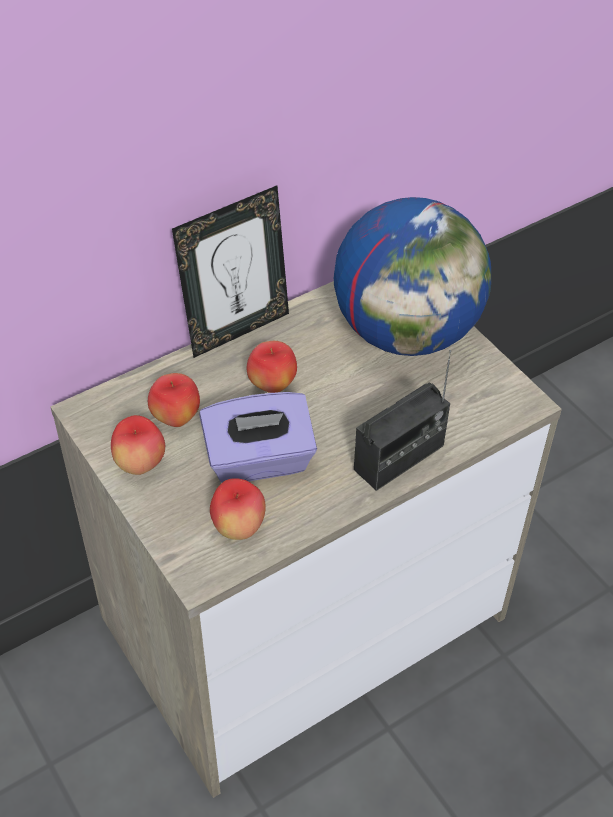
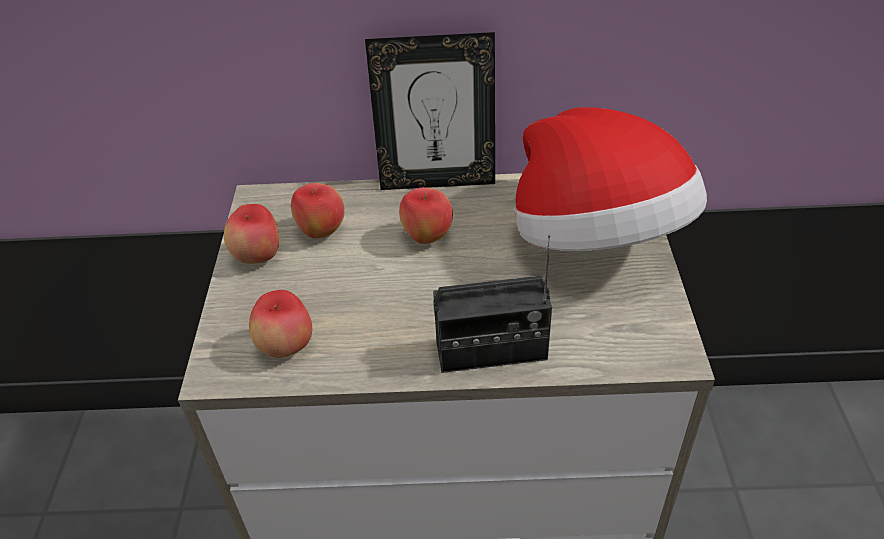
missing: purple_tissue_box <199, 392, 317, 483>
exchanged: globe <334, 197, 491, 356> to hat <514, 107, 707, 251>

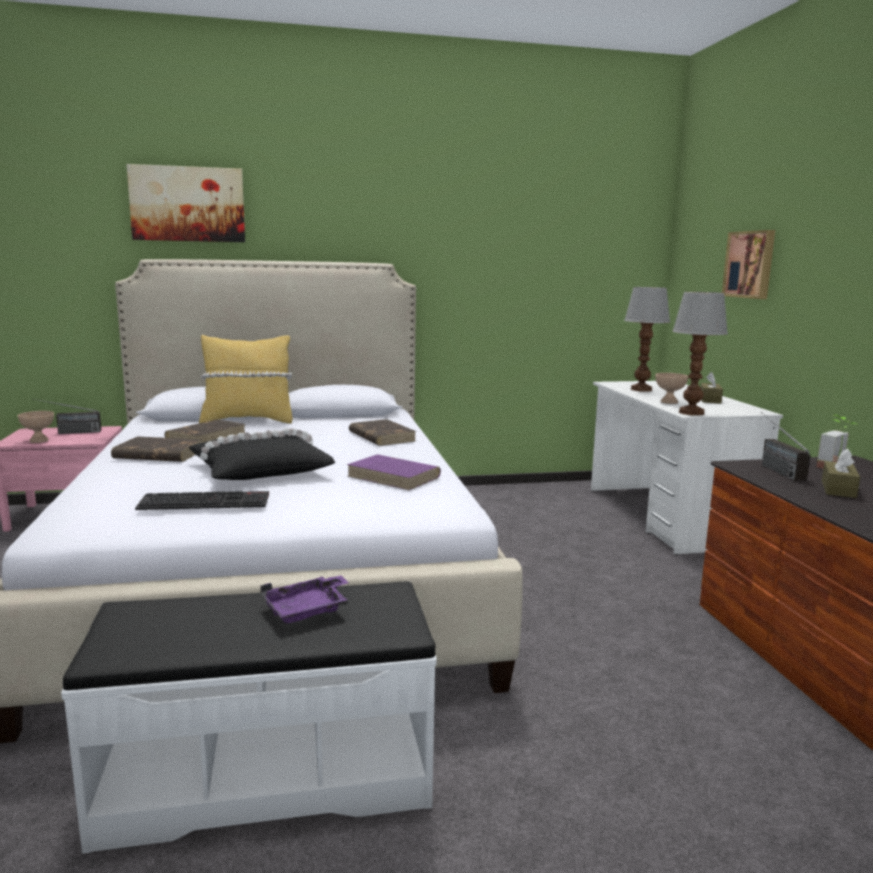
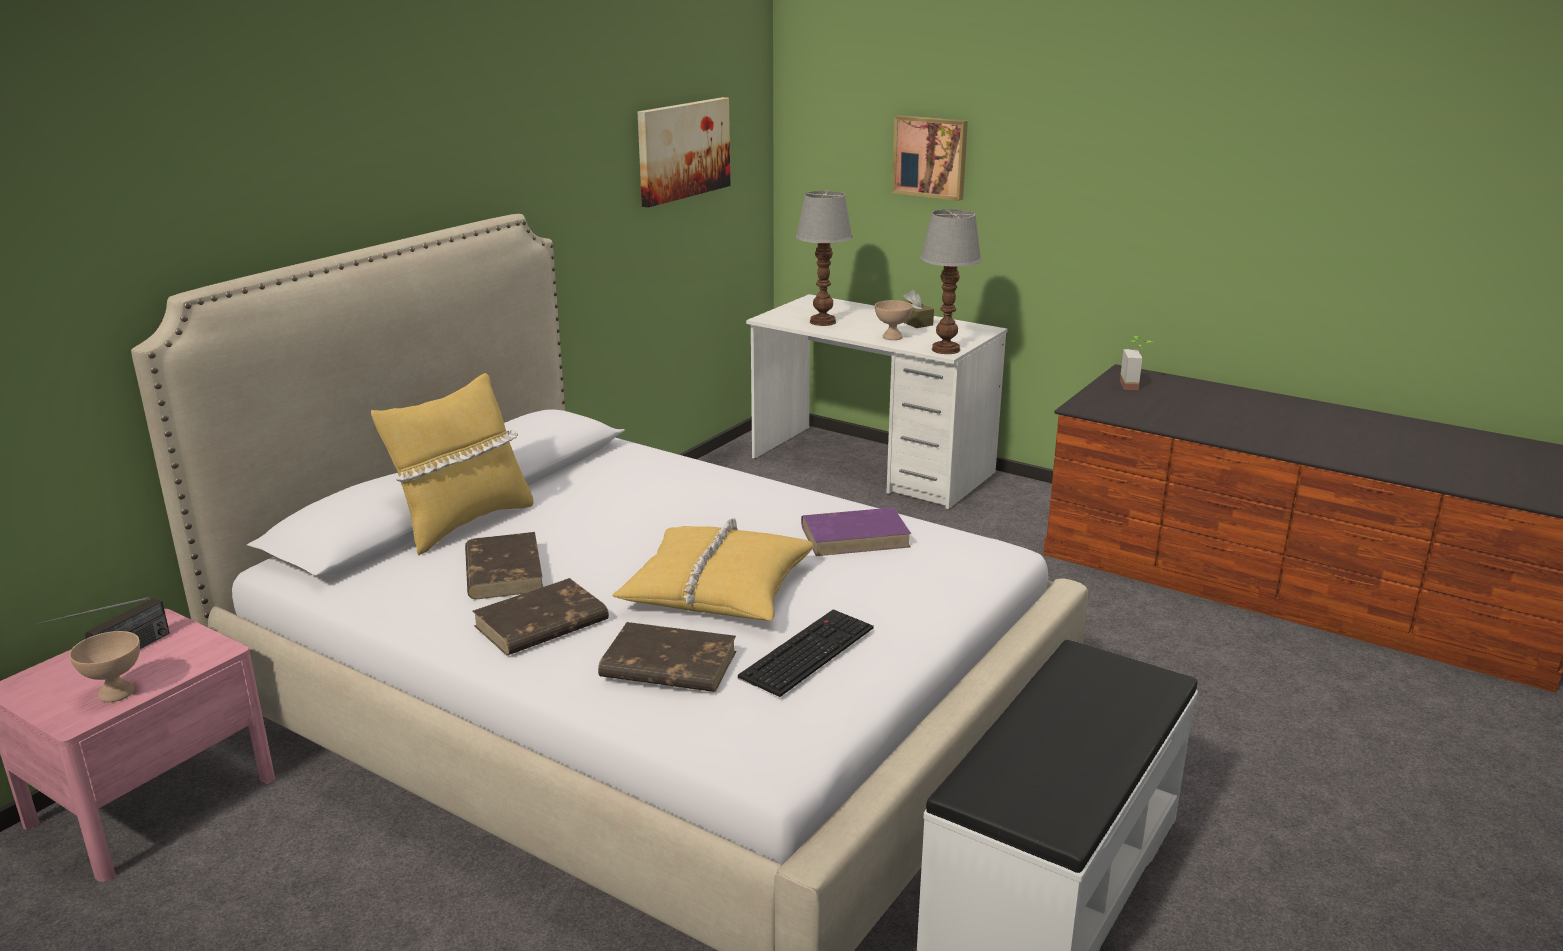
missing: purple_tray <260, 575, 349, 623>; radio <761, 412, 811, 481>; brown_tissue_box <822, 449, 860, 498>
relocated: picture <126, 164, 245, 242> to <638, 97, 730, 207>; brown_book <349, 419, 417, 446> to <598, 622, 736, 692>
colour: black_pillow <189, 428, 335, 480> to yellow_pillow <612, 517, 815, 621>

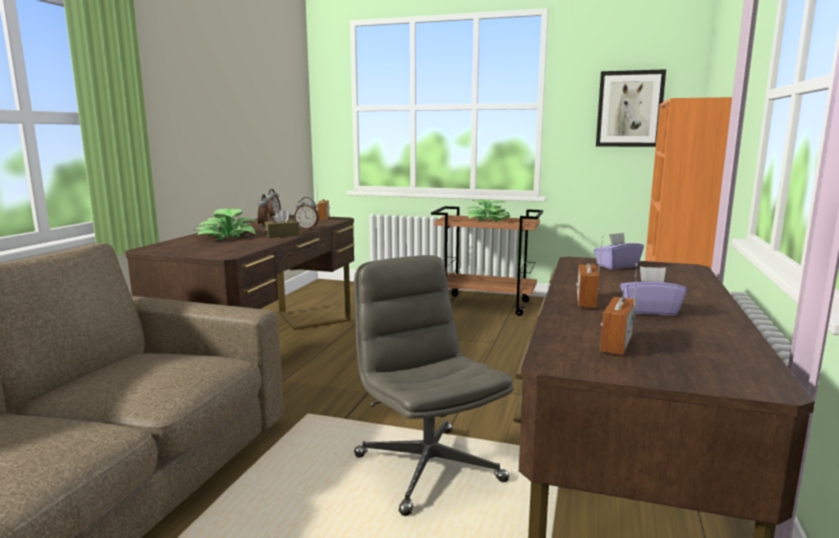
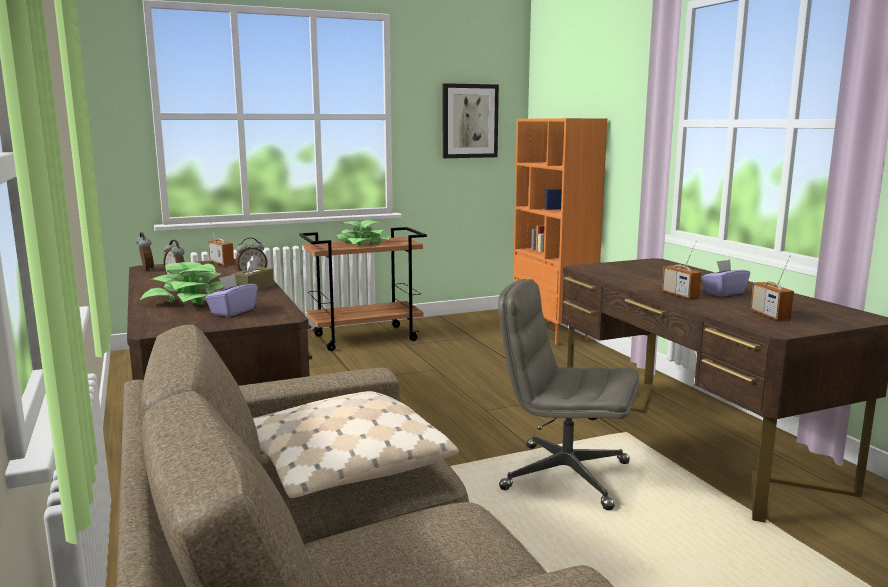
appeared: beige_pillow <253, 391, 459, 498>
relocated: purple_tissue_box <594, 233, 644, 269> to <205, 274, 258, 317>

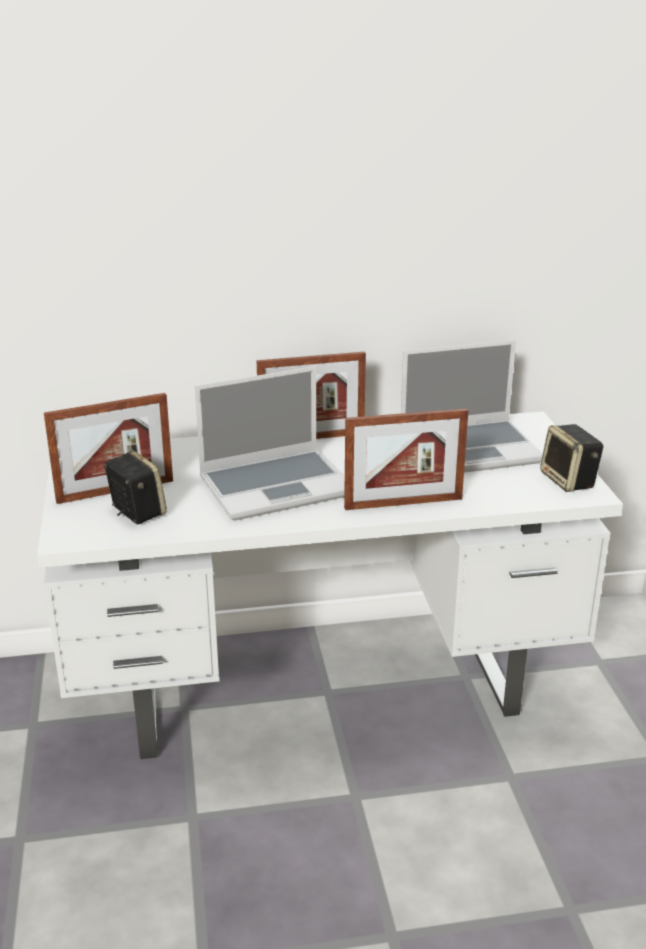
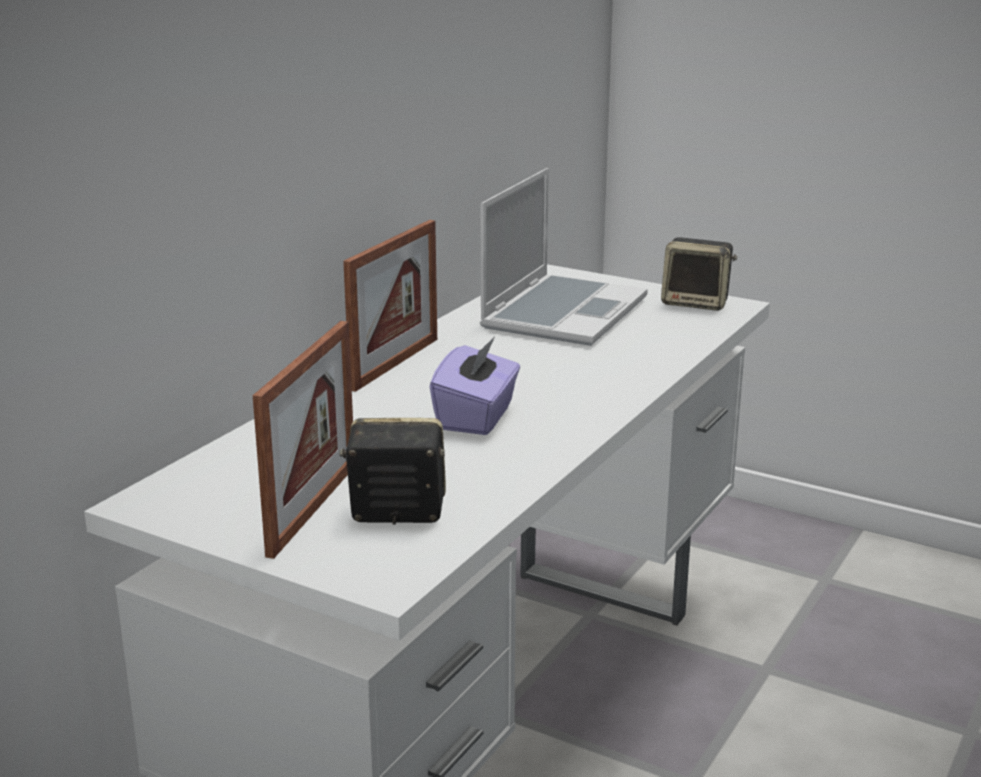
missing: picture_frame <344, 408, 468, 510>
exchanged: laptop <195, 366, 345, 521> to purple_tissue_box <430, 336, 520, 435>

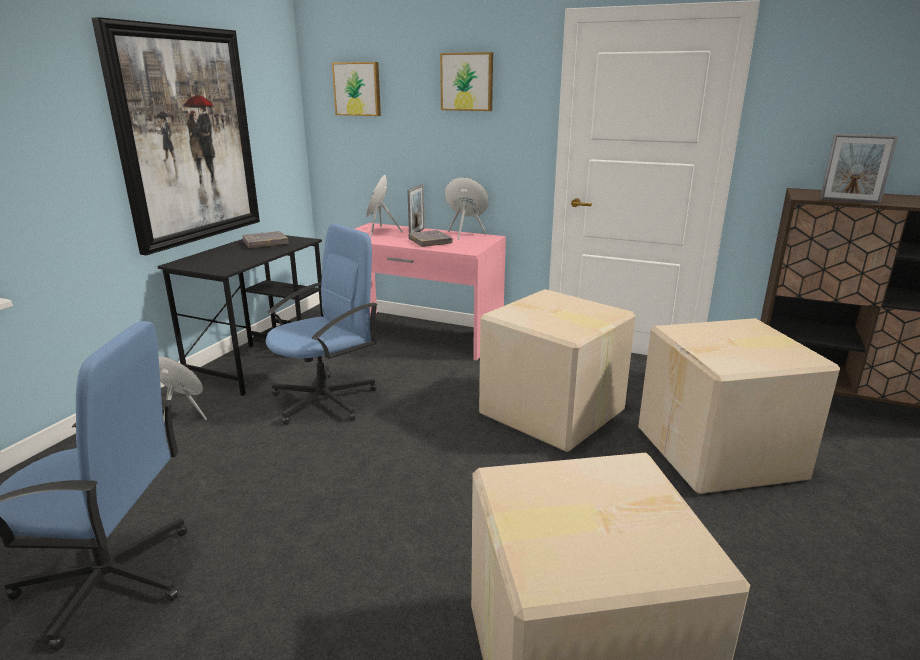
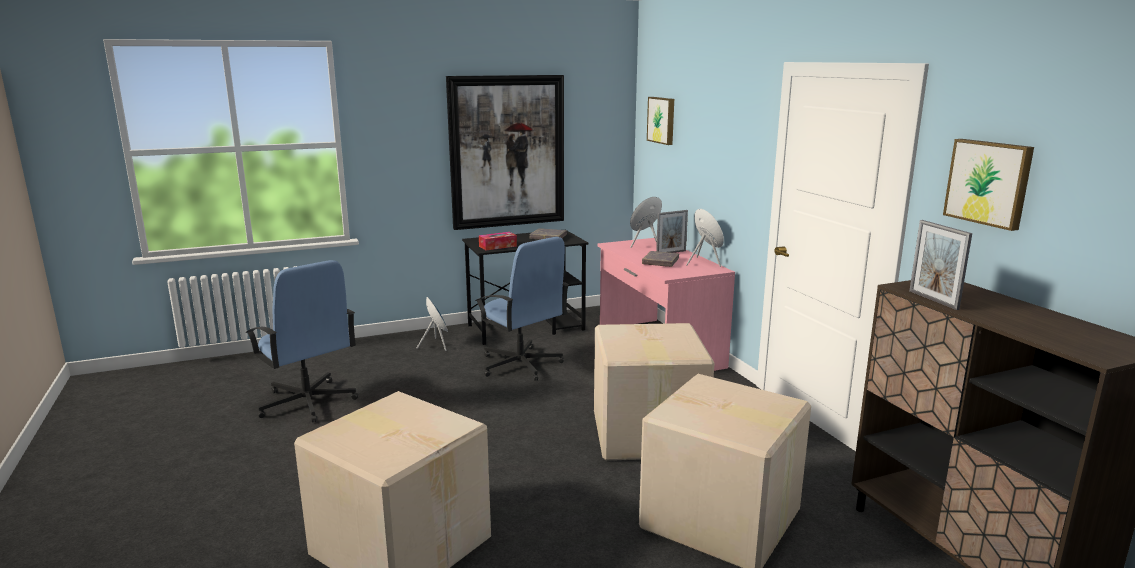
appeared: tissue_box <479, 232, 517, 250>
relocated: picture <440, 52, 493, 111> to <943, 139, 1034, 231>
spun: blue_office_chair <265, 223, 378, 425> = <475, 237, 569, 381> 45 degrees clockwise

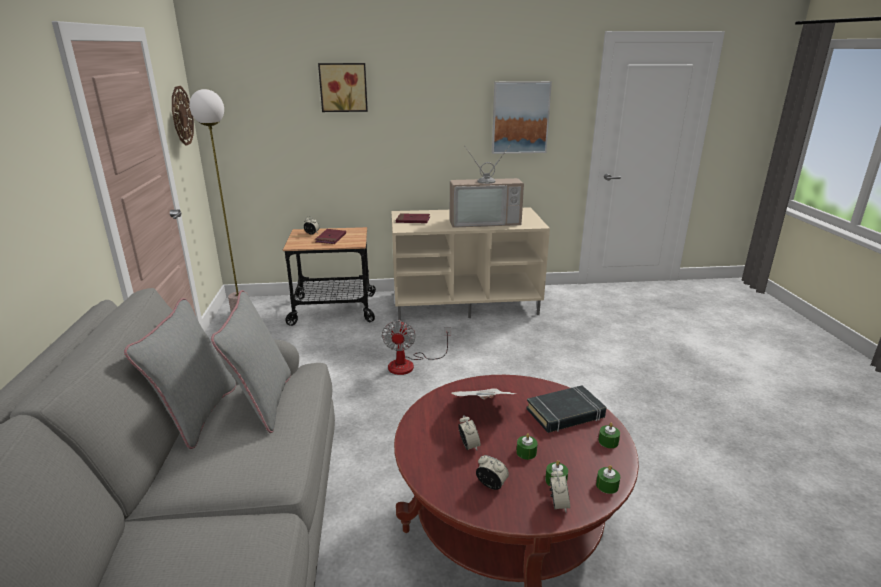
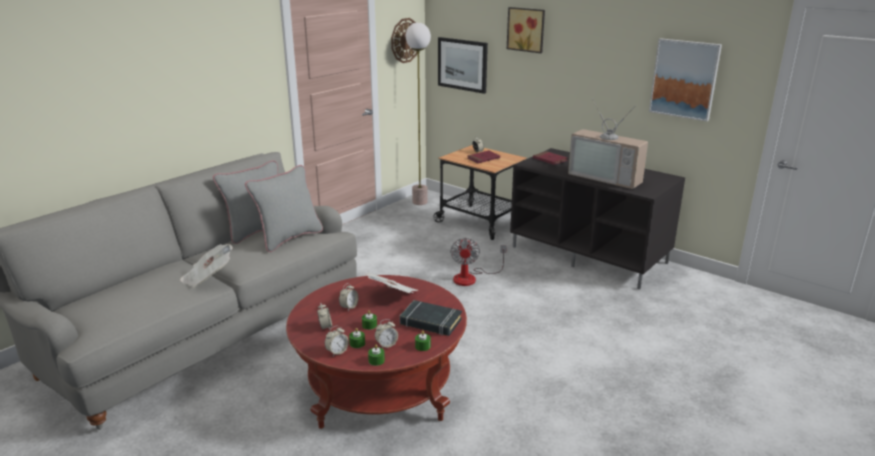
appeared: newspaper <180, 244, 233, 287>; alarm_clock <375, 319, 398, 348>; picture <438, 37, 488, 94>
colour: beige_tv_stand <391, 207, 550, 321> to black_tv_stand <510, 148, 685, 289>
spun: fan <381, 320, 451, 375> = <450, 238, 507, 286> 45 degrees counterclockwise

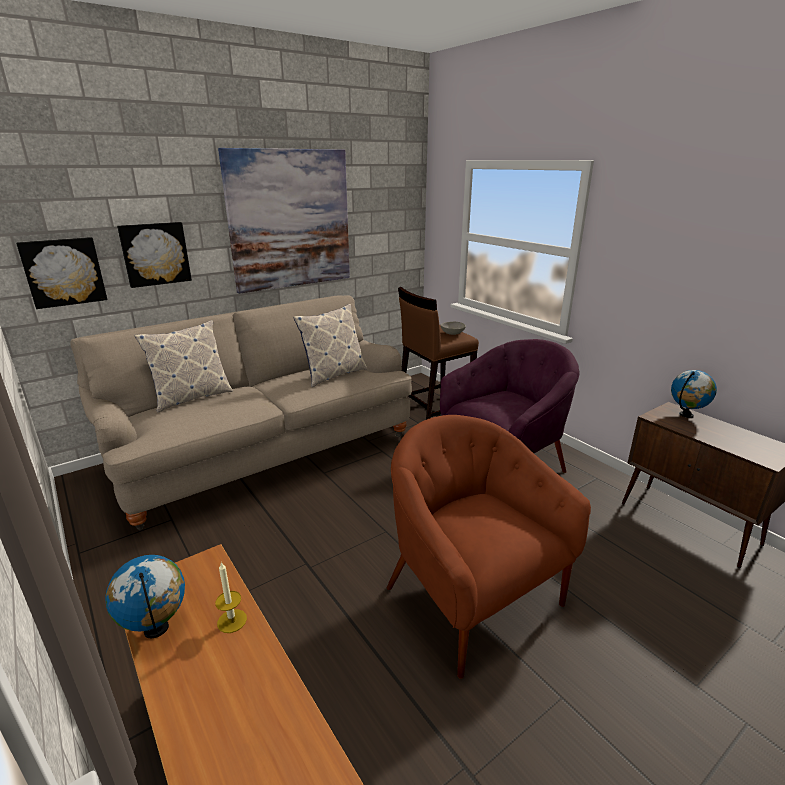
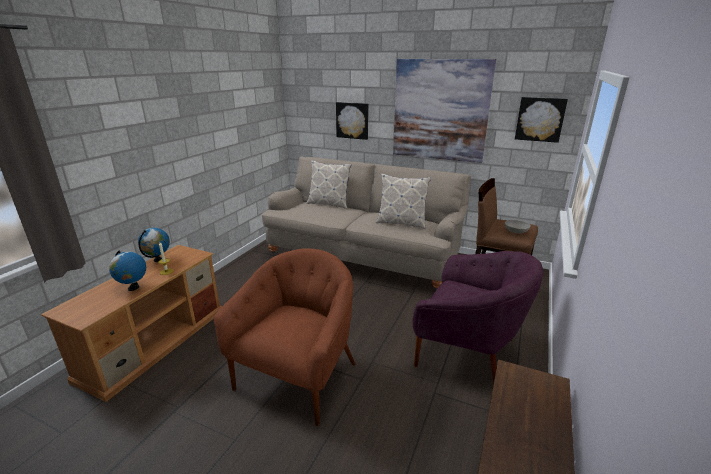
relocated: picture <16, 237, 107, 309> to <515, 97, 568, 143>; globe <671, 370, 717, 418> to <109, 250, 146, 291>

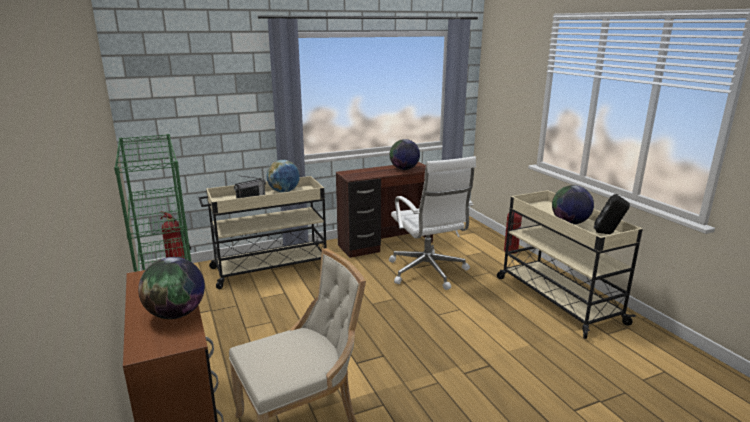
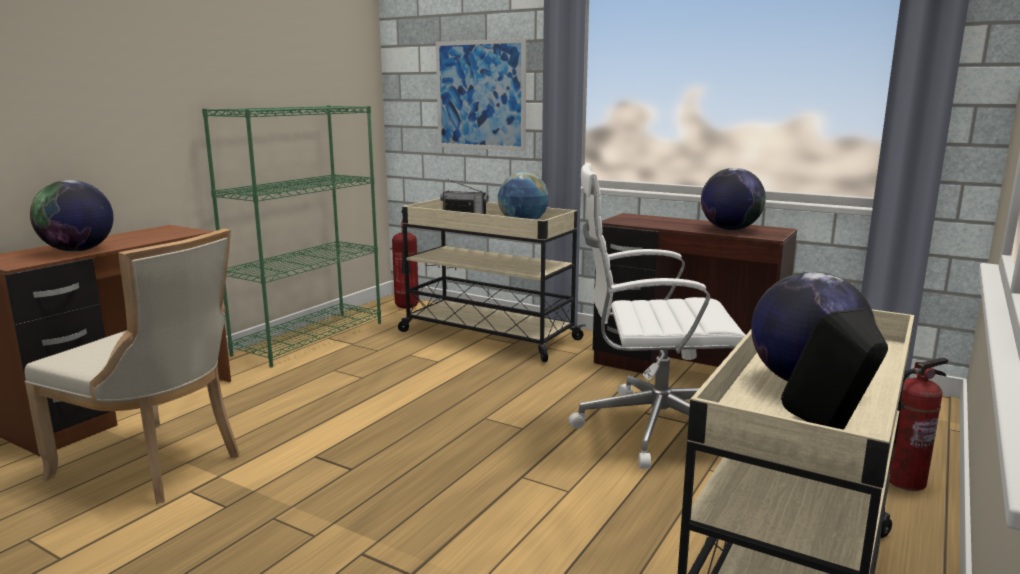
appeared: picture <436, 38, 526, 151>
spun: white_office_chair <389, 156, 476, 290> = <569, 163, 746, 469> 60 degrees clockwise

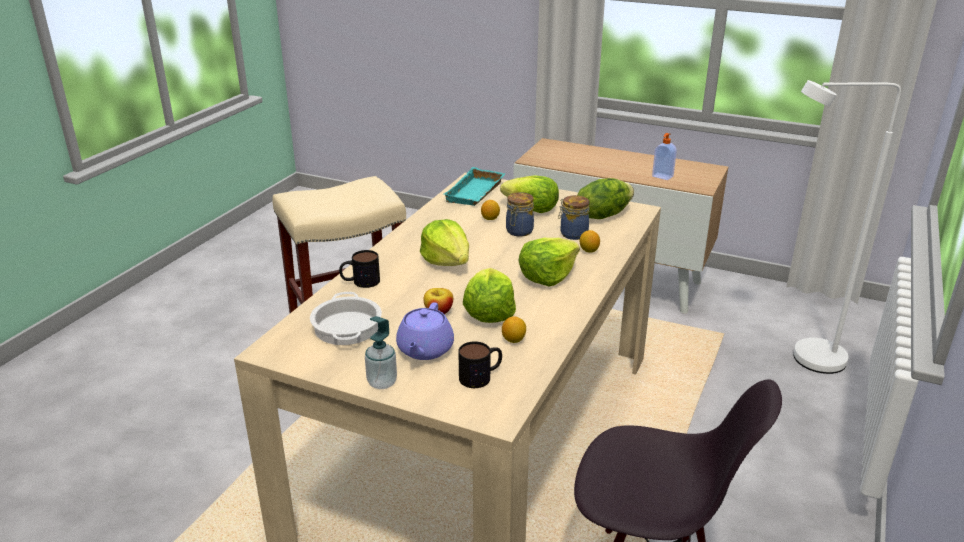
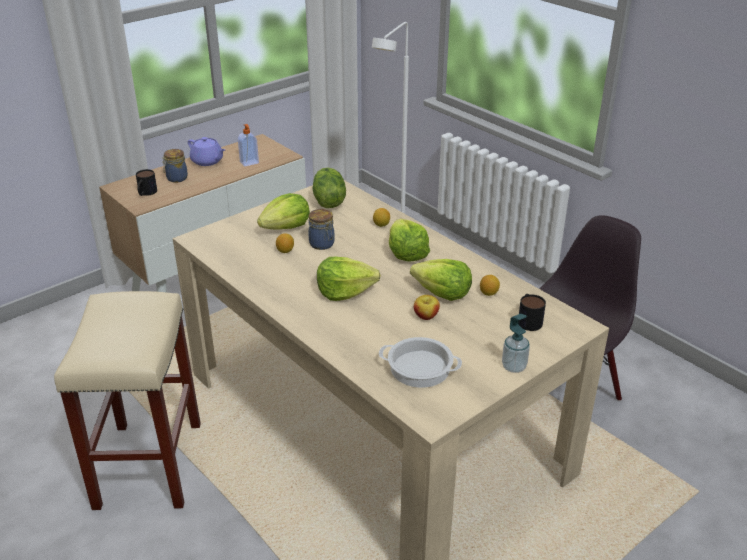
missing: turquoise_tray <444, 167, 506, 206>
relocated: mug <339, 250, 380, 288> to <136, 169, 157, 196>; purple_teapot <396, 302, 454, 360> to <188, 137, 225, 166>; jar <558, 195, 589, 240> to <162, 149, 188, 183>

